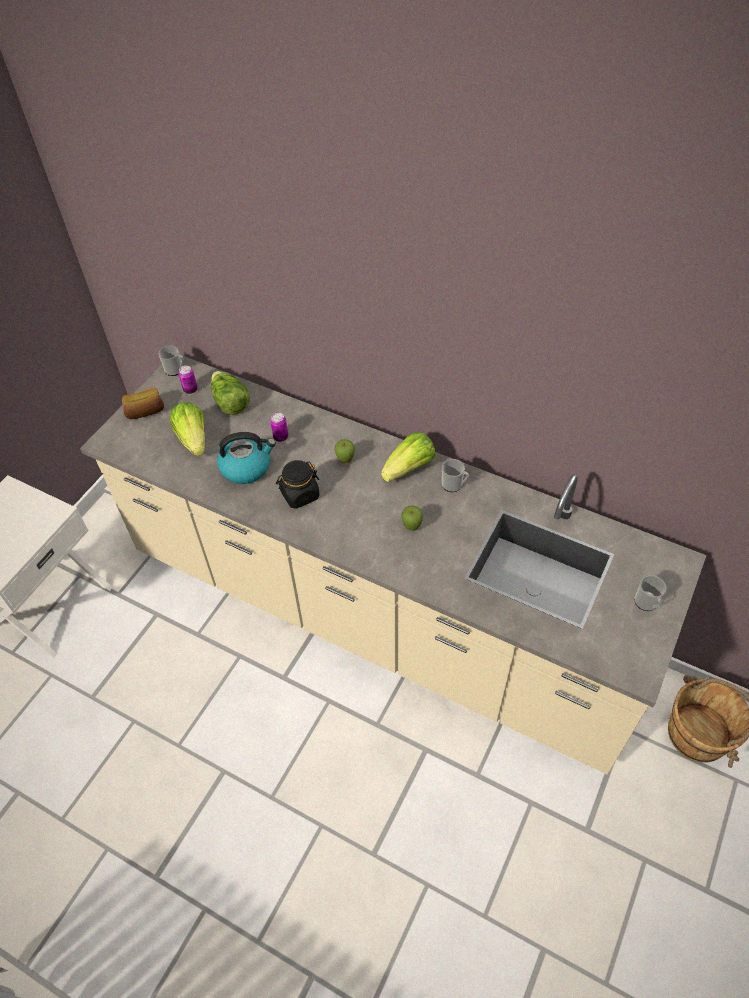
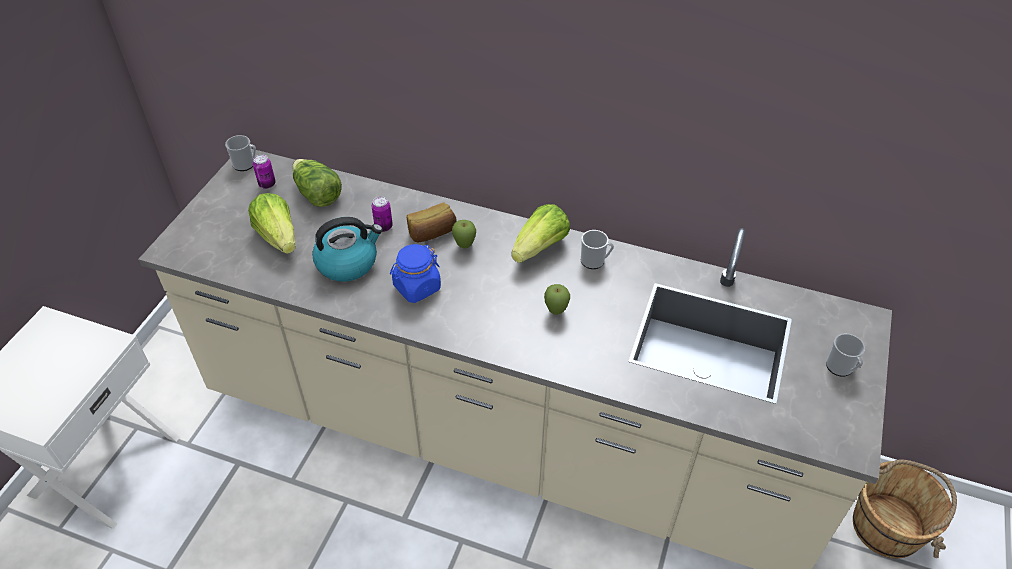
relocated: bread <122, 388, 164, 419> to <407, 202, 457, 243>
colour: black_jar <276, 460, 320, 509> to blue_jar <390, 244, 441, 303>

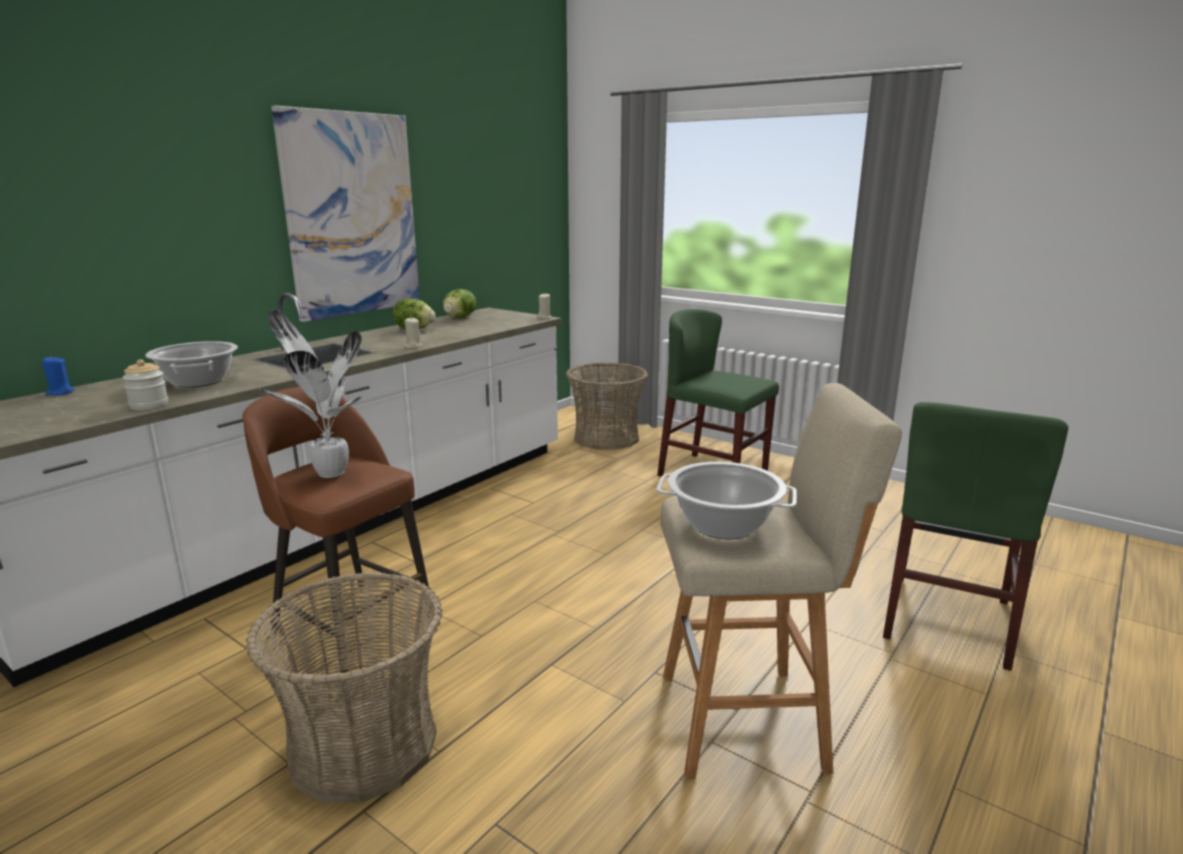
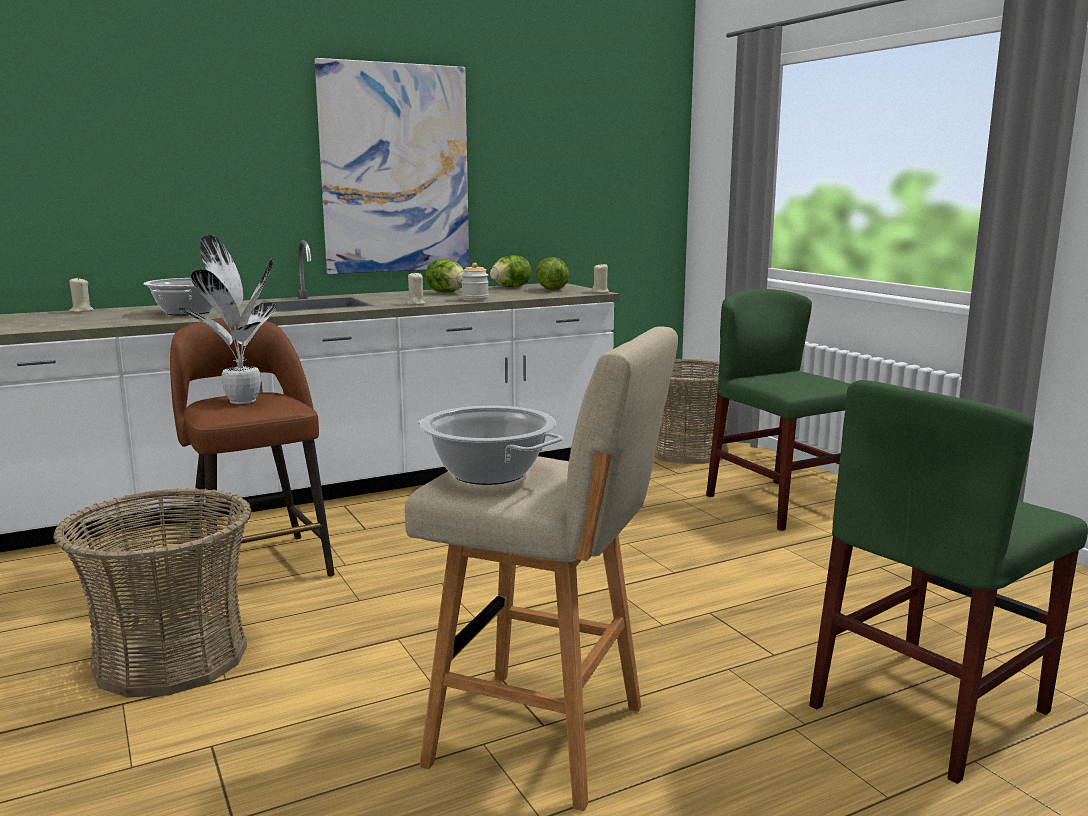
appeared: lettuce <536, 257, 569, 291>
relocated: jar <123, 359, 169, 410> to <461, 263, 489, 301>
colour: blue_candle <42, 356, 75, 396> to beige_candle <69, 277, 94, 312>

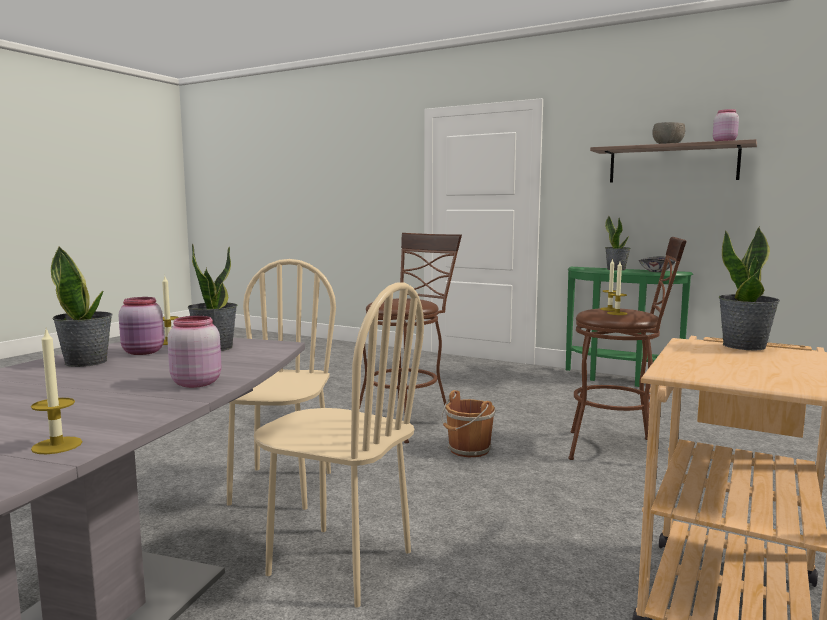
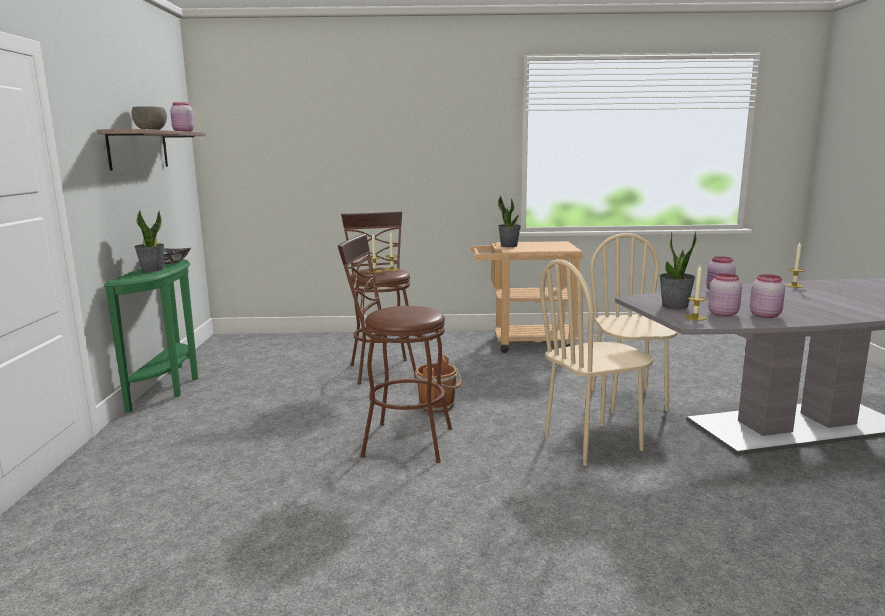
exchanged: potted_plant <51, 247, 113, 367> to pink_jar <750, 274, 785, 318>

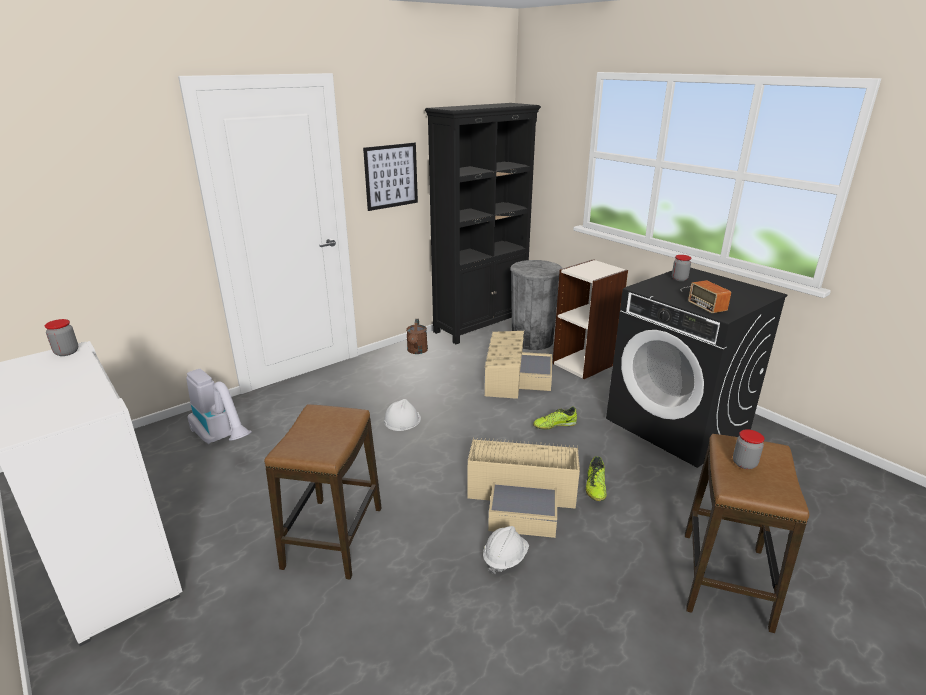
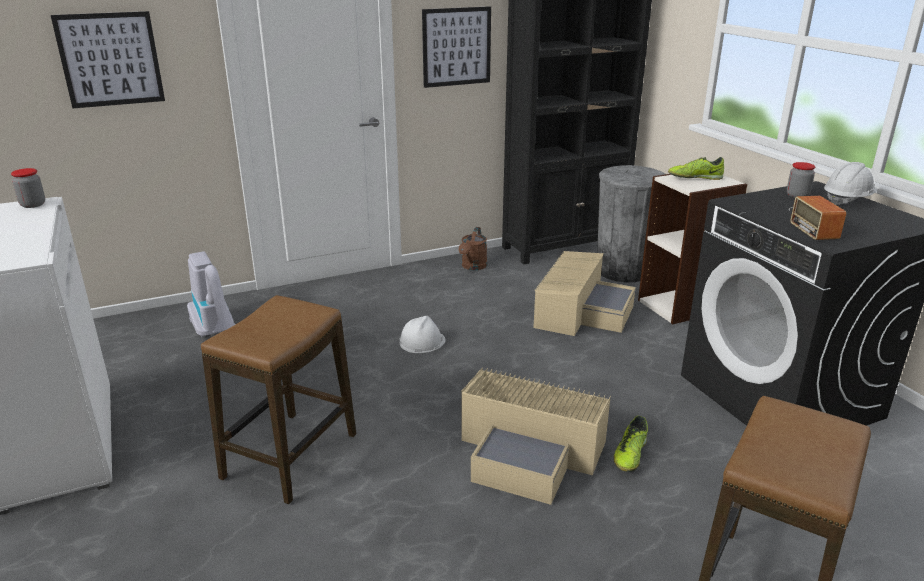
missing: jar <733, 429, 764, 469>
appeared: picture <51, 11, 165, 108>
relocated: white_hard_hat <483, 526, 529, 574> to <824, 162, 878, 205>; shoe <533, 406, 577, 430> to <668, 157, 724, 180>

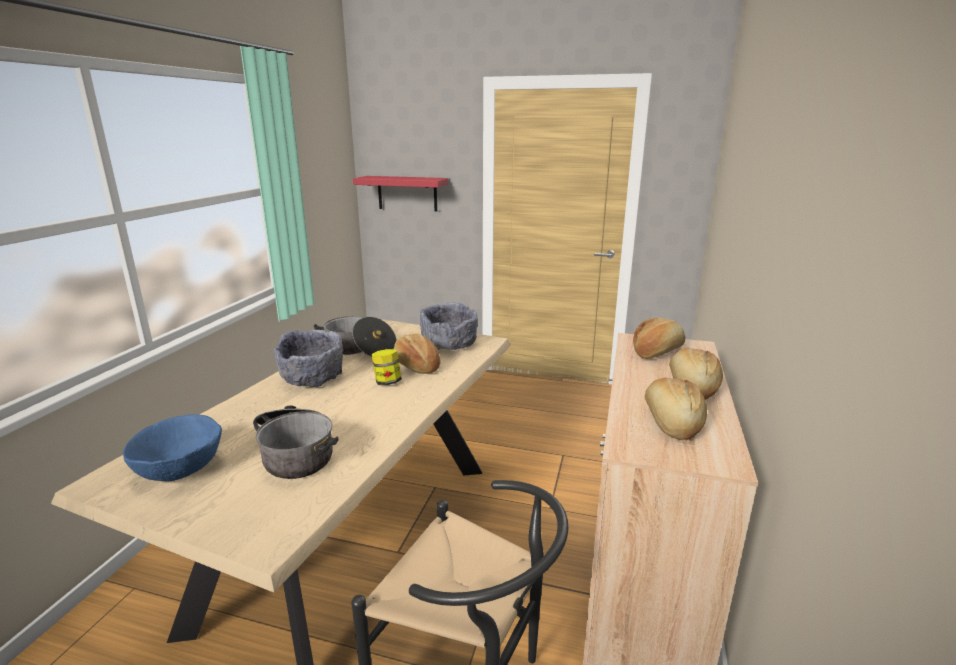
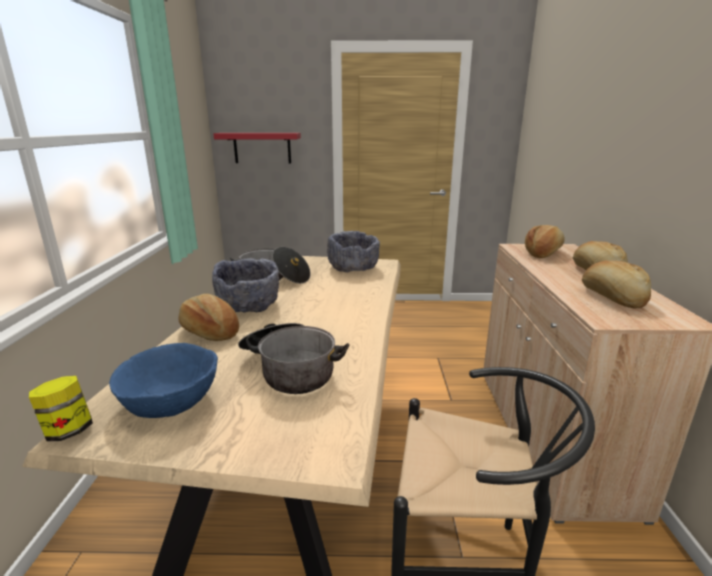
relocated: jar <371, 349, 402, 385> to <29, 376, 93, 442>; bread <394, 333, 440, 374> to <178, 294, 239, 341>

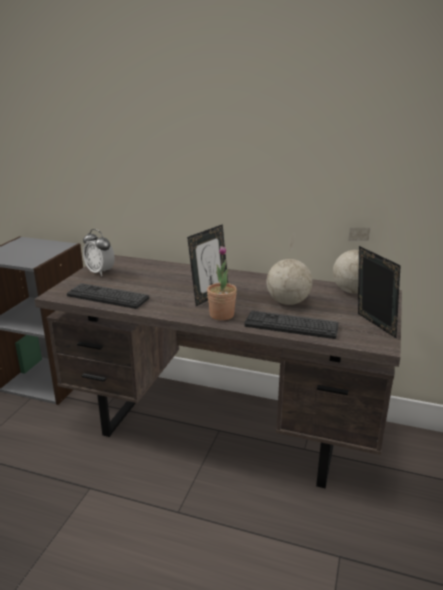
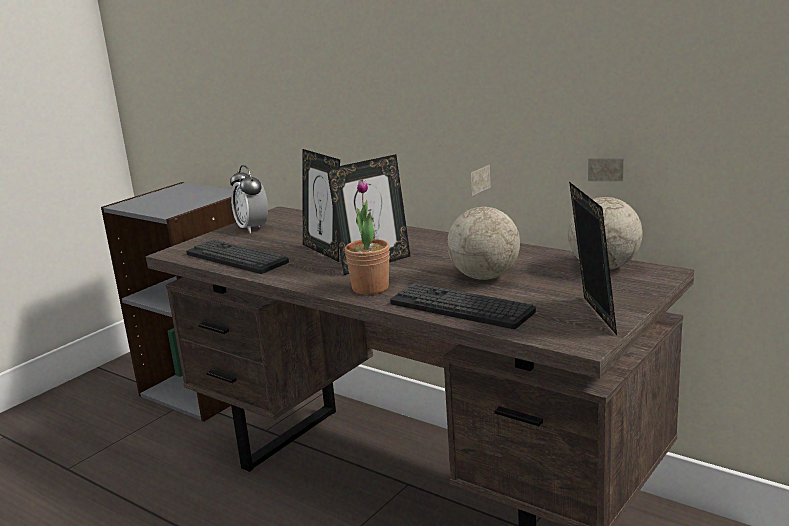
appeared: picture_frame <303, 149, 340, 262>

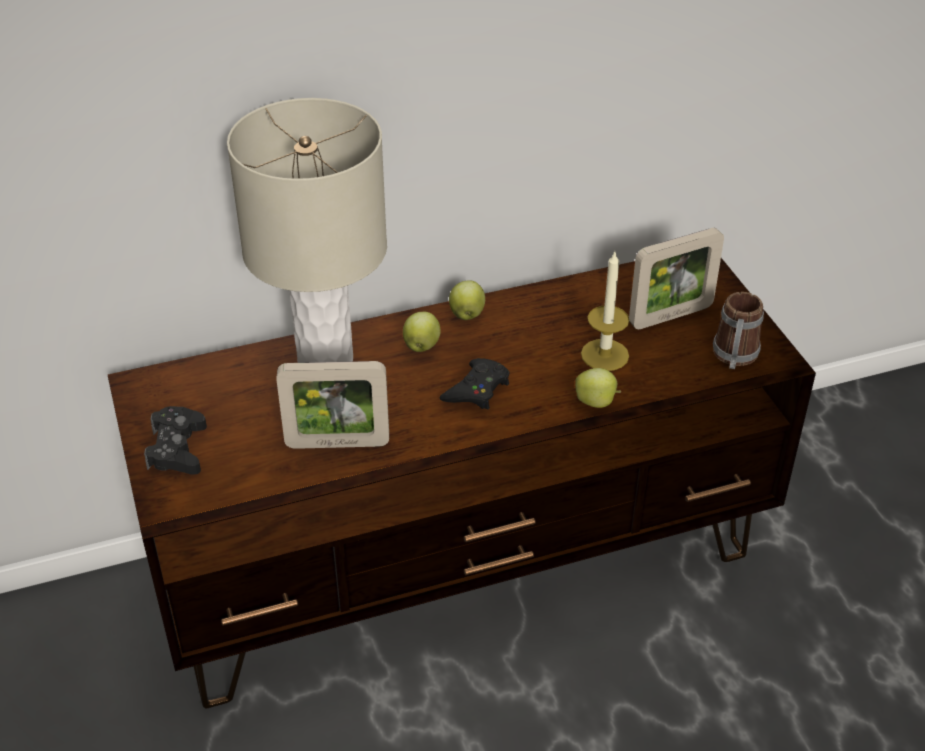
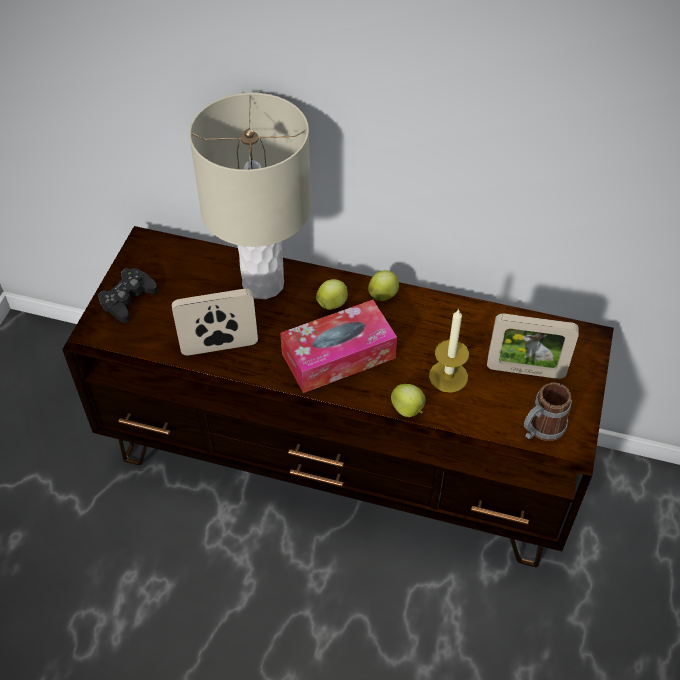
exchanged: black_game_controller <440, 358, 509, 410> to tissue_box <280, 300, 397, 393>
spun: picture_frame <276, 361, 389, 449> = <172, 289, 258, 356> 135 degrees clockwise

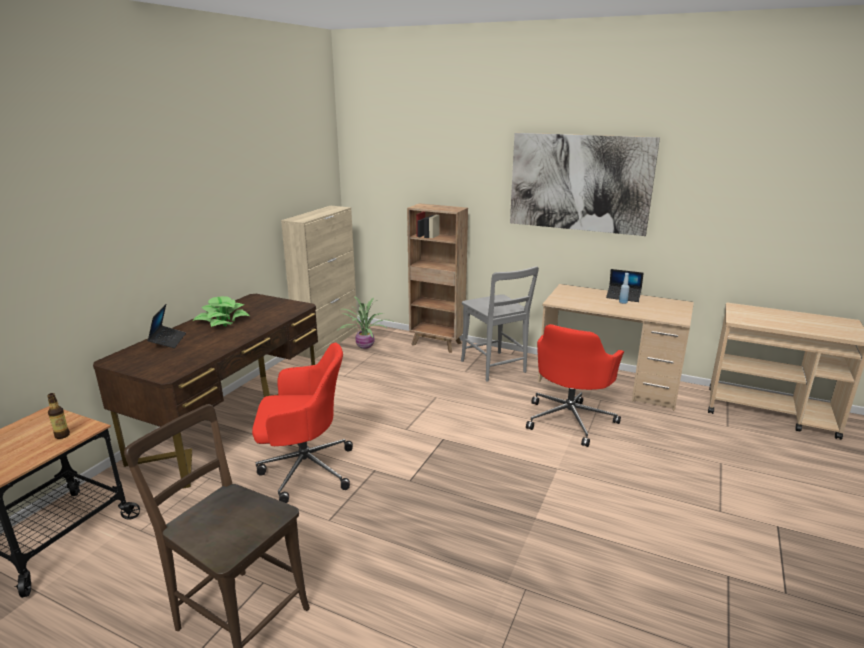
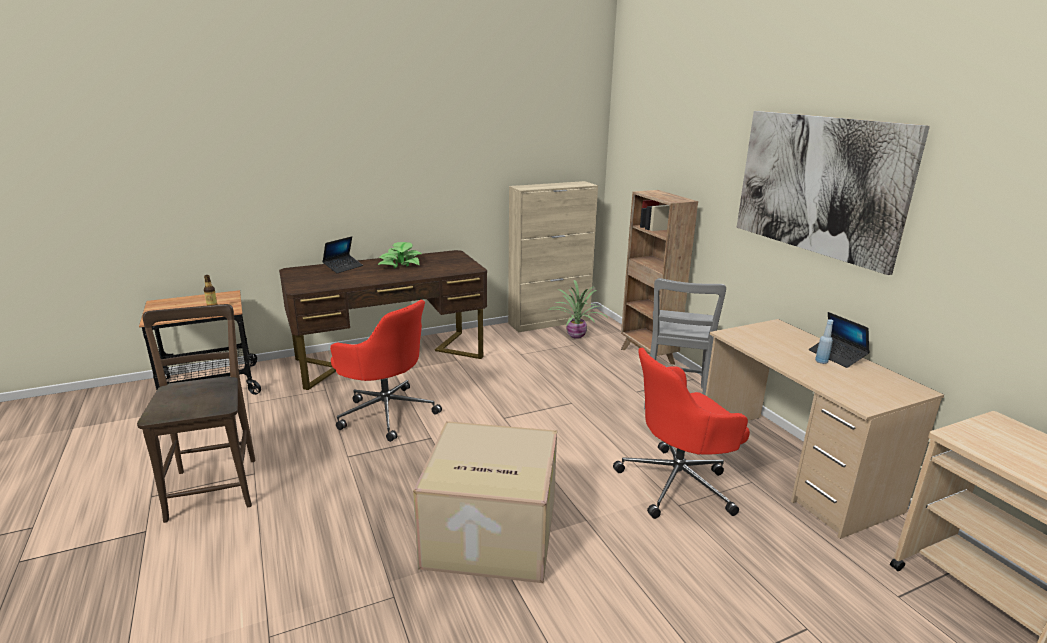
appeared: cardboard_box <413, 421, 557, 583>

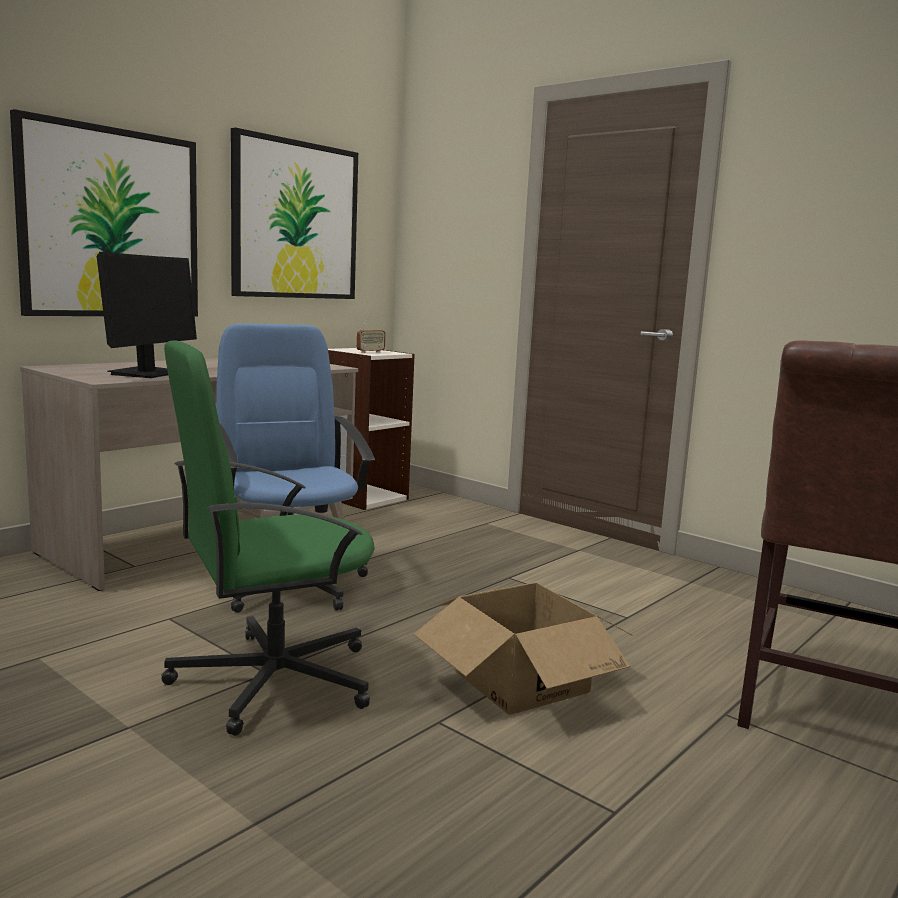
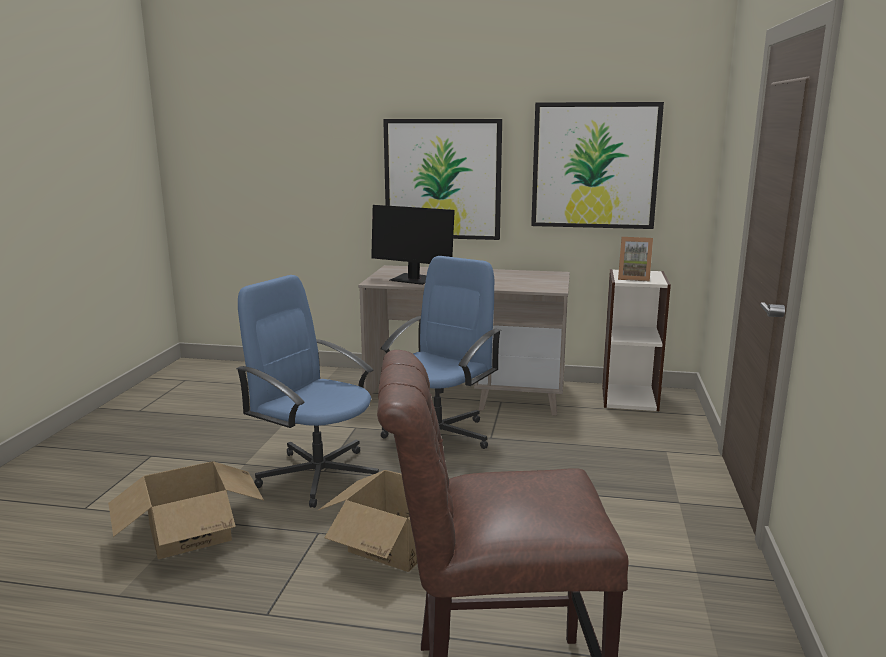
appeared: cardboard_box <108, 461, 264, 559>
exchanged: radio <357, 314, 386, 353> to picture_frame <618, 237, 653, 282>
colour: green_office_chair <161, 340, 375, 736> to blue_office_chair <236, 275, 379, 508>
spun: monitor <97, 252, 197, 378> = <371, 205, 455, 285> 45 degrees clockwise

